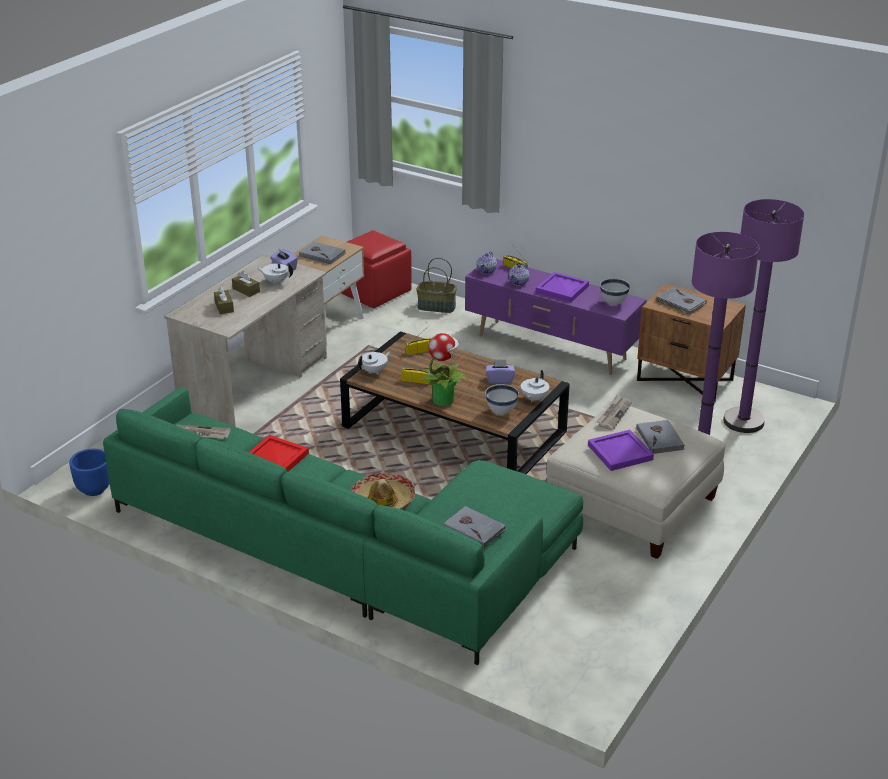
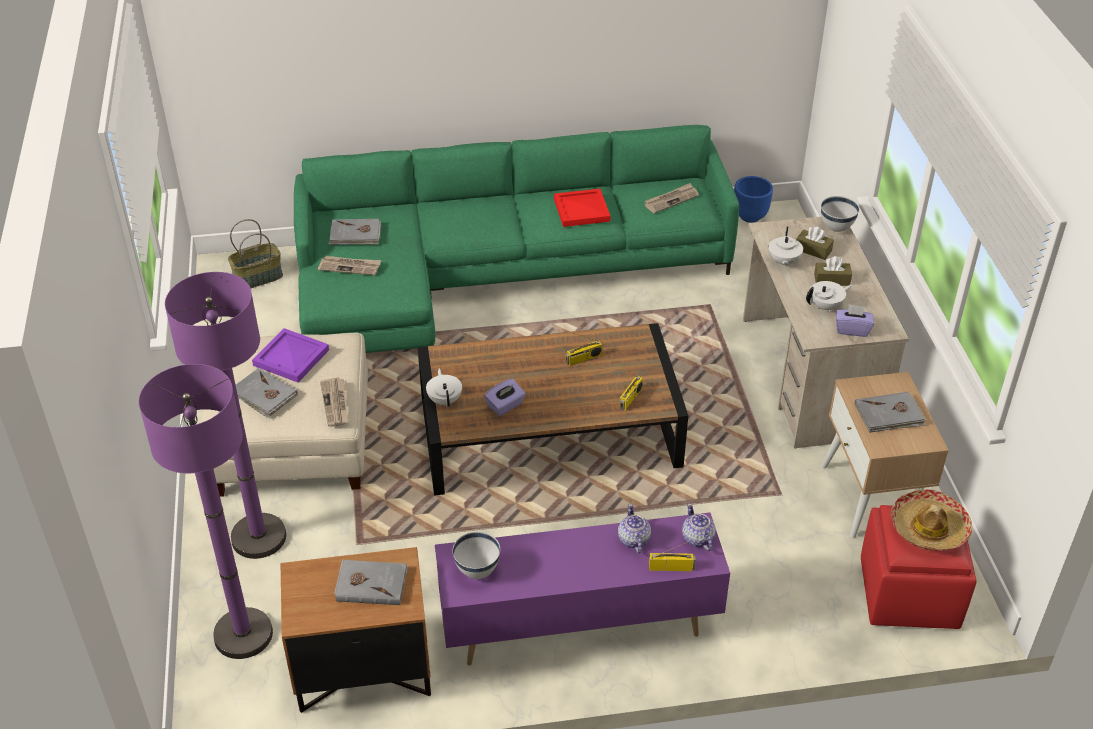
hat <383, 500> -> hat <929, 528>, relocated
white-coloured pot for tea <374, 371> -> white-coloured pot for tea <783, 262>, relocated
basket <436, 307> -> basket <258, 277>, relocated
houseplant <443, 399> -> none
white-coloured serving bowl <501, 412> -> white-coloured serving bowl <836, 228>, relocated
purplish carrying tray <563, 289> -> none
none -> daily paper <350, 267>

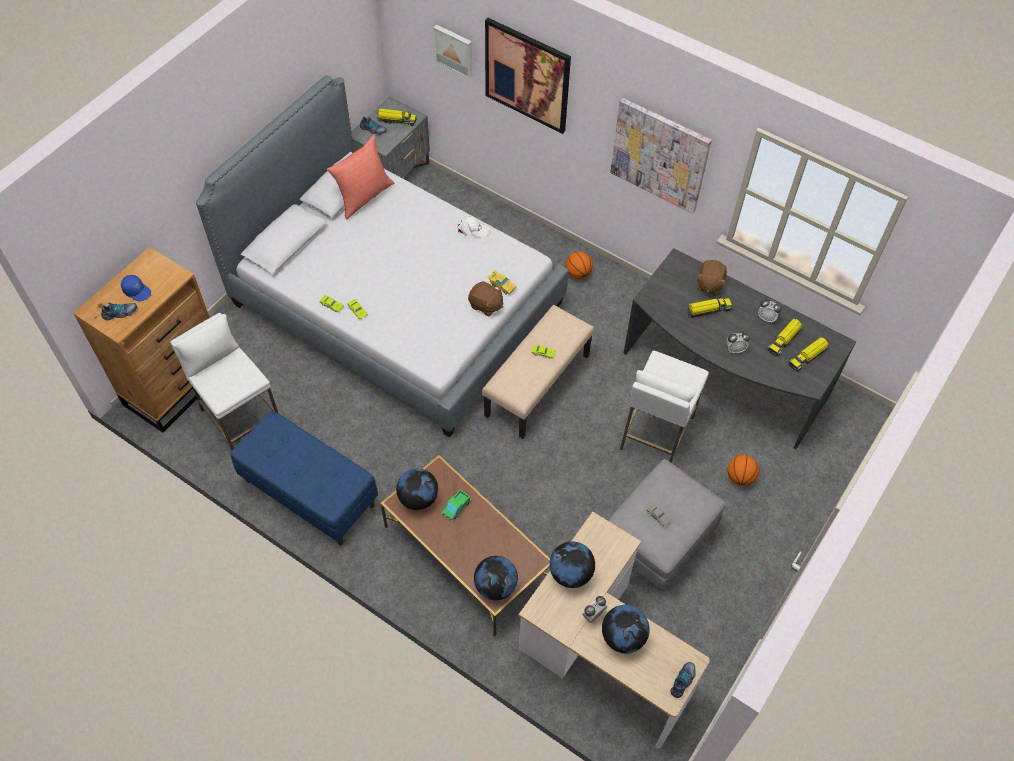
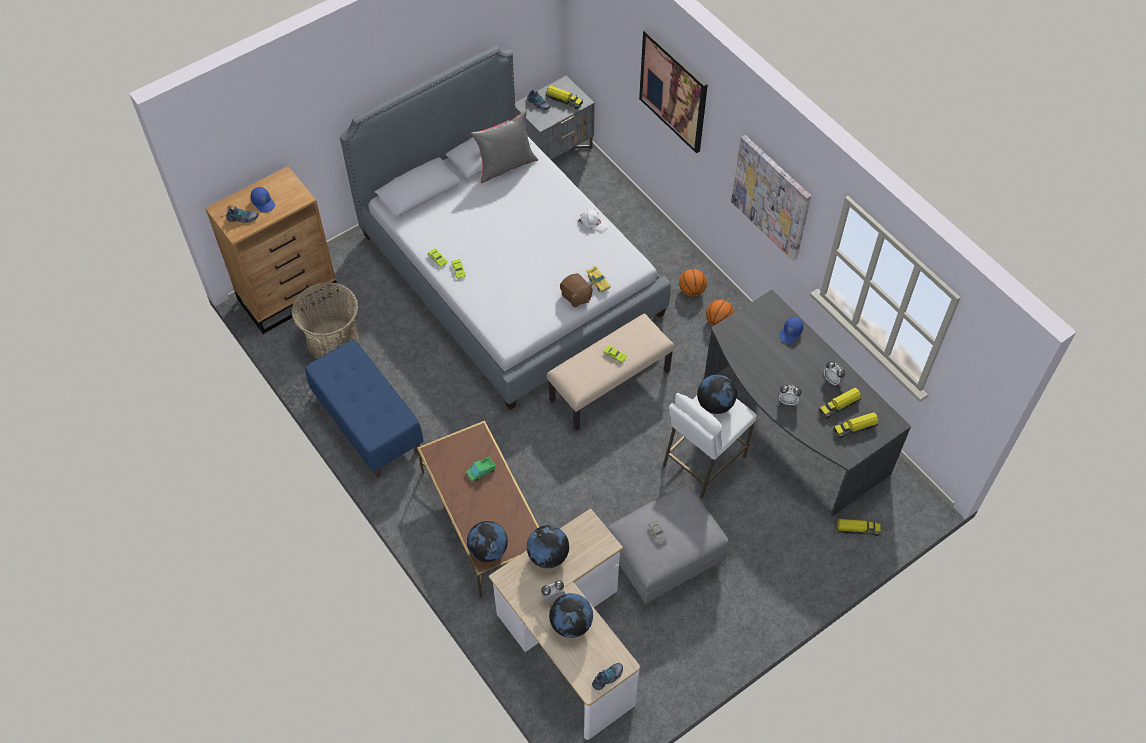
white-coloured sitting stool <240, 418> -> basket <333, 340>
reddish throw pillow <364, 196> -> gray throw pillow <505, 165>
desk globe <418, 498> -> desk globe <715, 404>, relocated
wall picture <454, 50> -> none
toy truck <708, 310> -> toy truck <856, 529>, relocated
brown cuddly toy <709, 284> -> bluish cap <791, 333>
ball for basketball <740, 477> -> ball for basketball <718, 321>, relocated

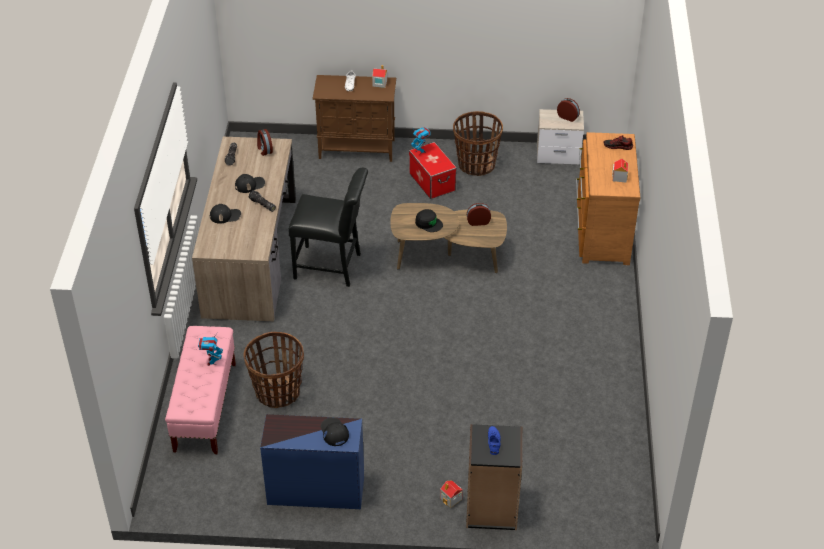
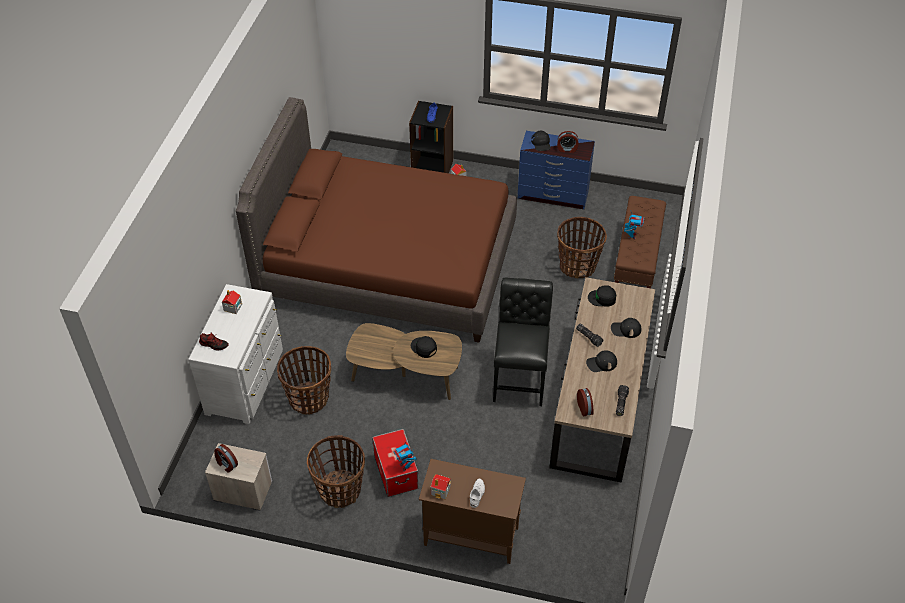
pink-coloured bench <205, 407> -> brown bench <636, 262>
black upright chair <331, 267> -> black upright chair <520, 378>, 75 degrees clockwise
bedside clock <478, 221> -> bedside clock <567, 149>, relocated
brown dresser <601, 232> -> white-coloured dresser <247, 381>
none -> brown bedroom bed <388, 265>
none -> basket <309, 398>
none -> black cap <602, 298>

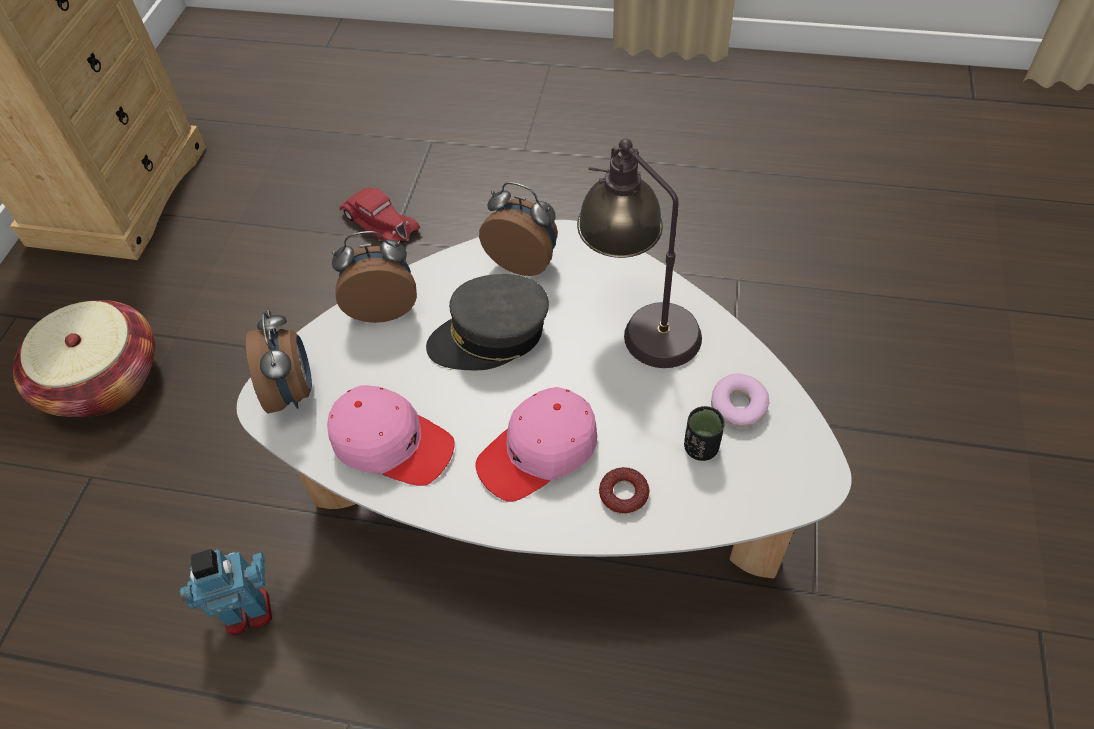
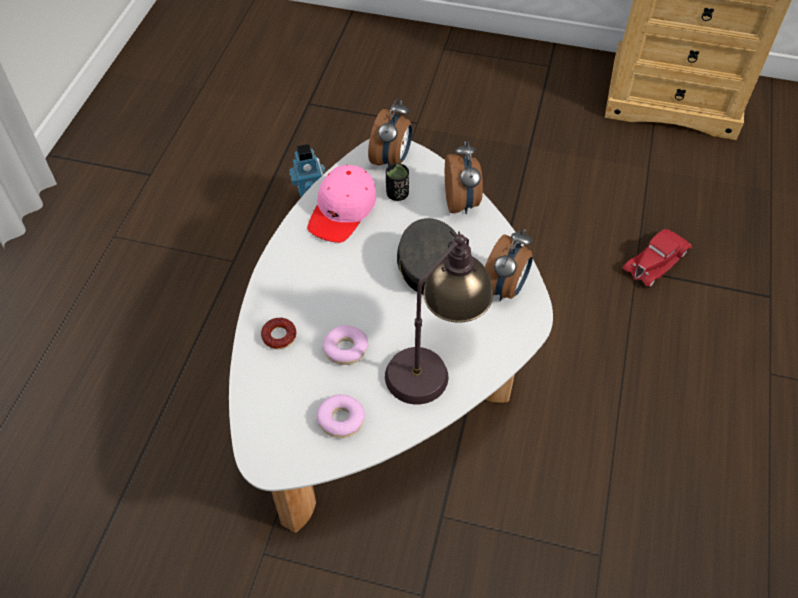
basket <103, 379> -> none
bedside clock <293, 391> -> bedside clock <392, 160>, 60 degrees counterclockwise
pink-coloured cap <539, 452> -> none
black drinking cup <701, 448> -> black drinking cup <397, 194>, relocated
none -> doughnut <345, 349>

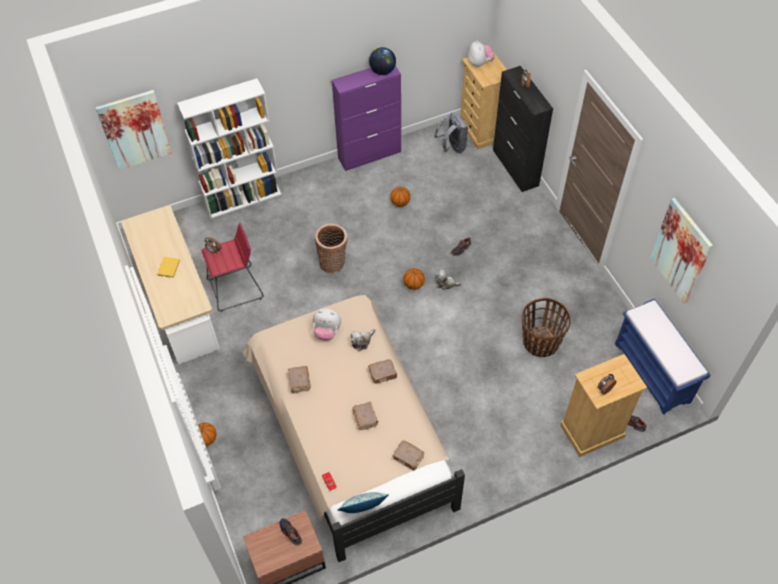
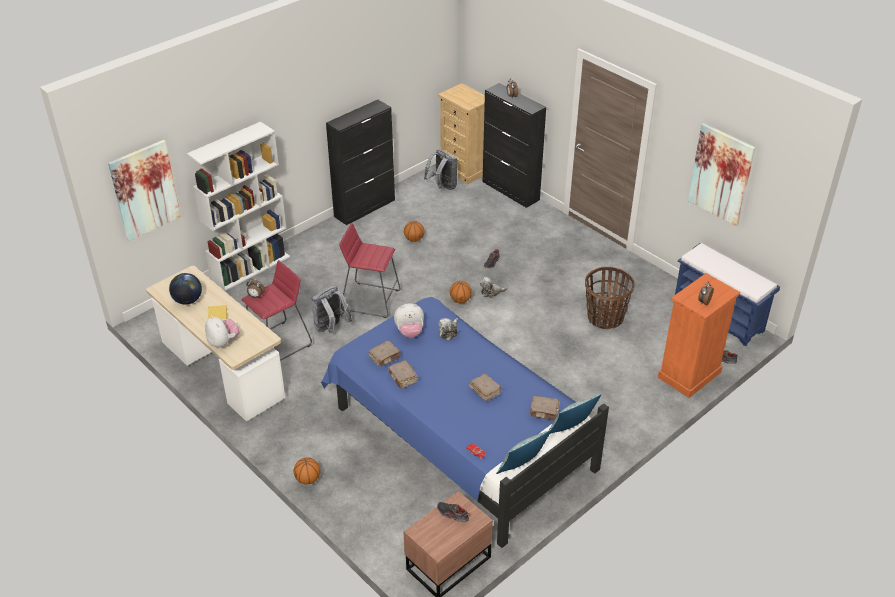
beige bedroom bed <351, 430> -> bluish bedroom bed <458, 432>
basket <333, 262> -> reddish sitting stool <371, 300>
purplish storage cabinet <370, 155> -> black storage cabinet <365, 208>
brown bound book <383, 374> -> brown bound book <385, 357>, relocated
desk globe <382, 71> -> desk globe <187, 300>, relocated
cuddly toy <480, 63> -> cuddly toy <223, 342>, relocated
beige dresser <591, 431> -> orange dresser <689, 375>
none -> gray rucksack <331, 328>
none -> throw pillow <571, 430>

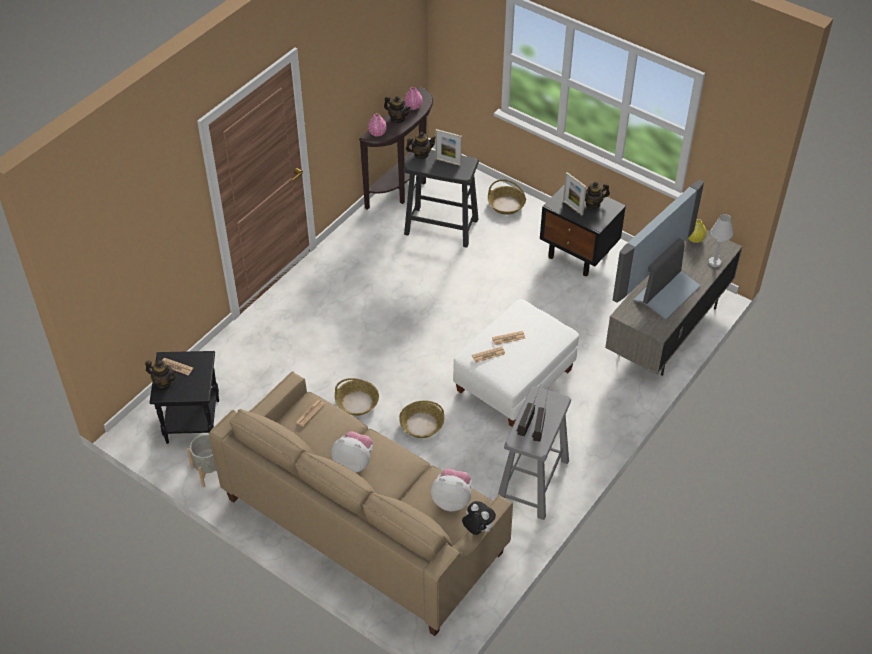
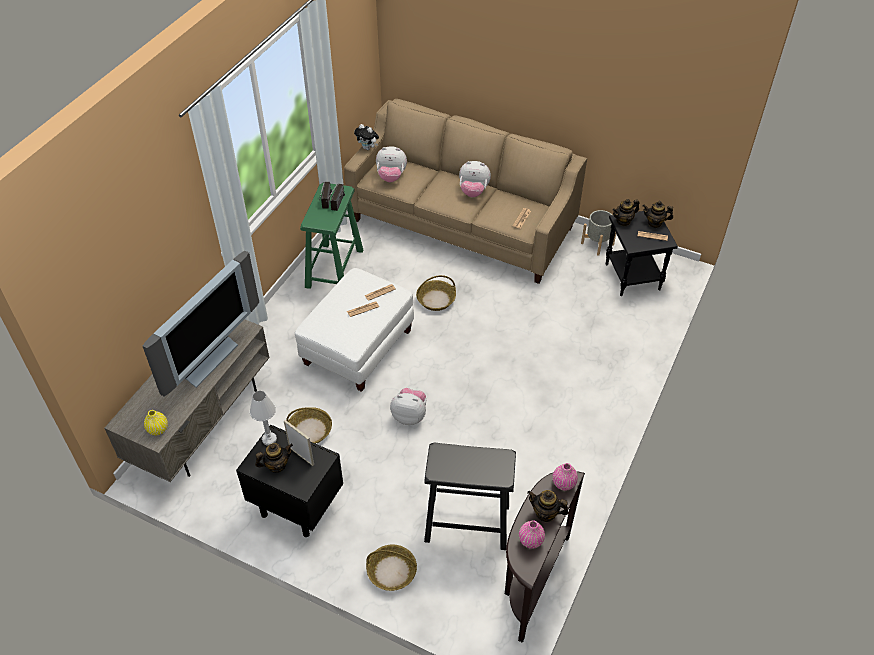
basket <357, 402> -> basket <310, 430>, relocated
pot for tea <421, 154> -> pot for tea <623, 221>, relocated
standing frame <448, 162> -> none
gray sitting stool <532, 482> -> green-coloured sitting stool <334, 268>
white-coloured lamp for a table <714, 262> -> white-coloured lamp for a table <269, 439>, relocated
none -> cuddly toy <409, 415>

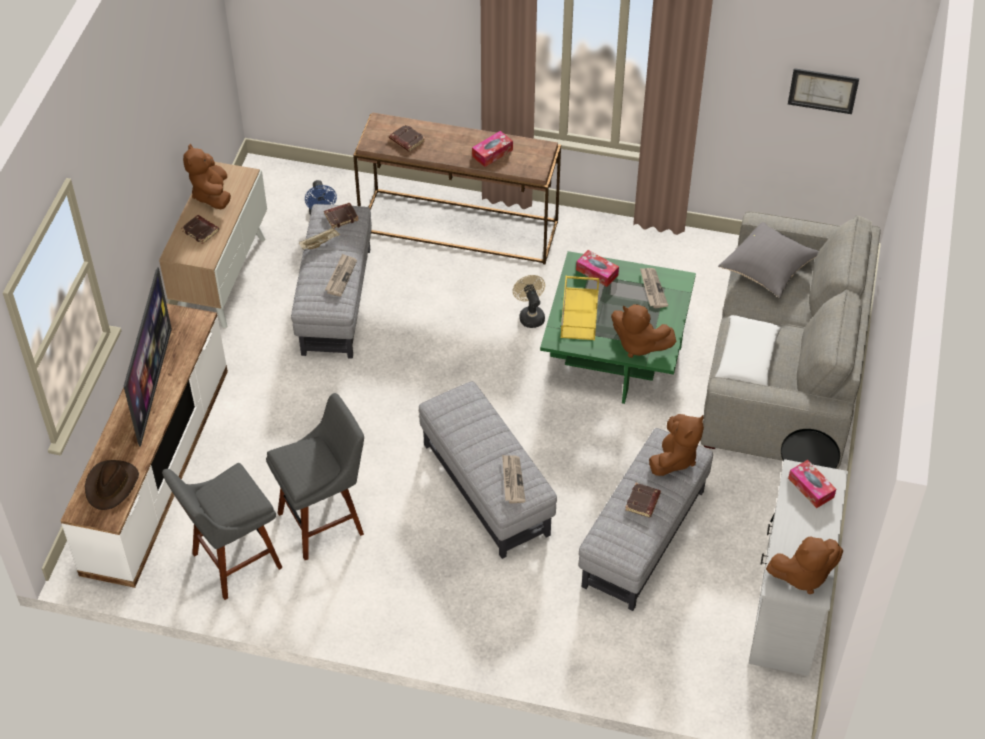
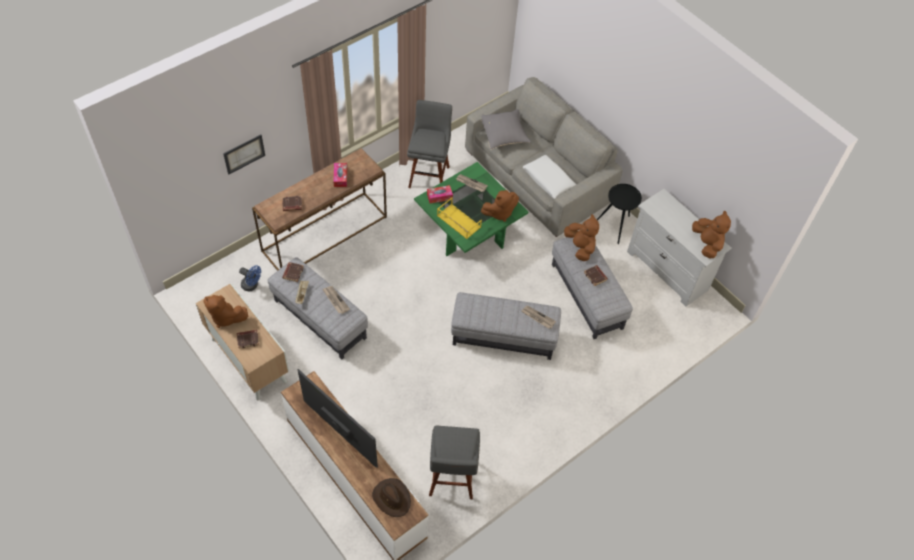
gray sitting stool <325, 521> -> gray sitting stool <429, 175>, relocated
beige cooling fan <530, 315> -> none
brown cuddly toy <803, 575> -> brown cuddly toy <707, 244>, 45 degrees counterclockwise
wall picture <823, 90> -> wall picture <244, 154>, relocated
box of tissues <811, 488> -> none

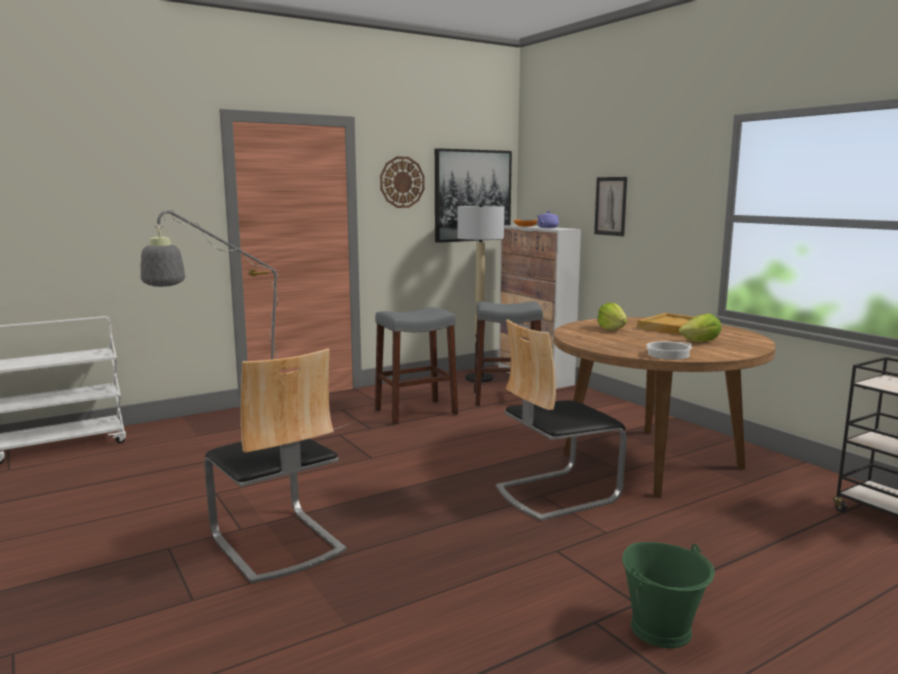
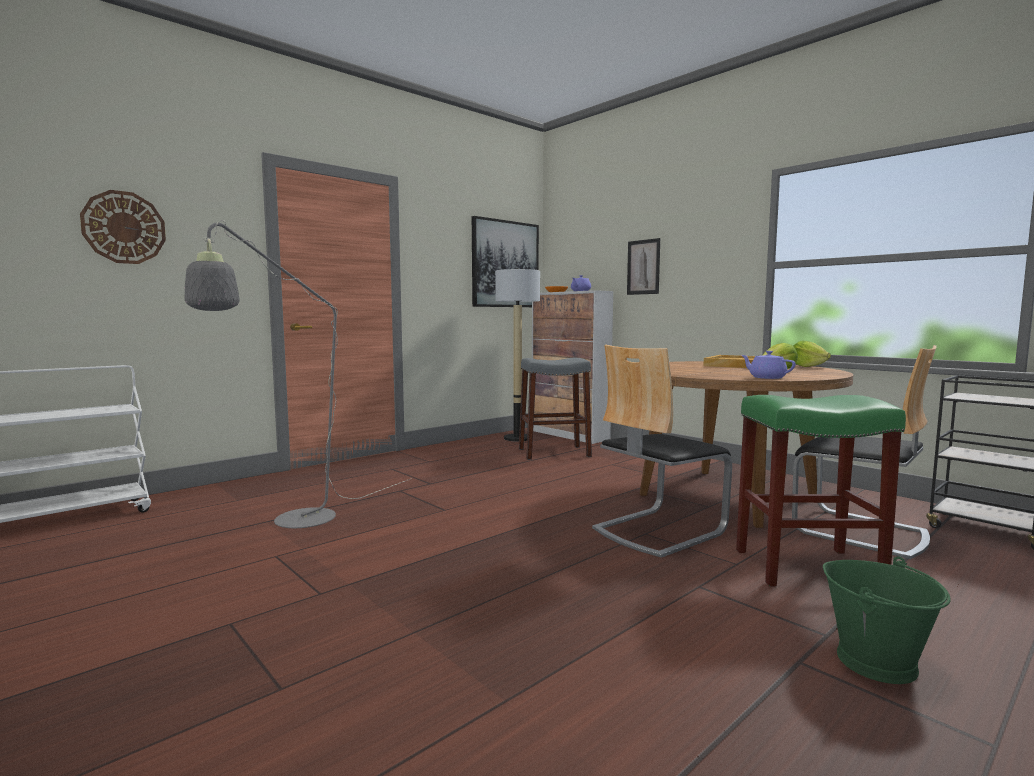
upright chair <276, 543> -> upright chair <860, 531>, relocated
gray sitting stool <416, 412> -> none
clock on the wall <402, 182> -> clock on the wall <124, 227>, relocated
lettuce head <612, 329> -> lettuce head <807, 366>, relocated
cooking pot <668, 355> -> purplish pot for tea <766, 377>
none -> green-coloured sitting stool <805, 567>

